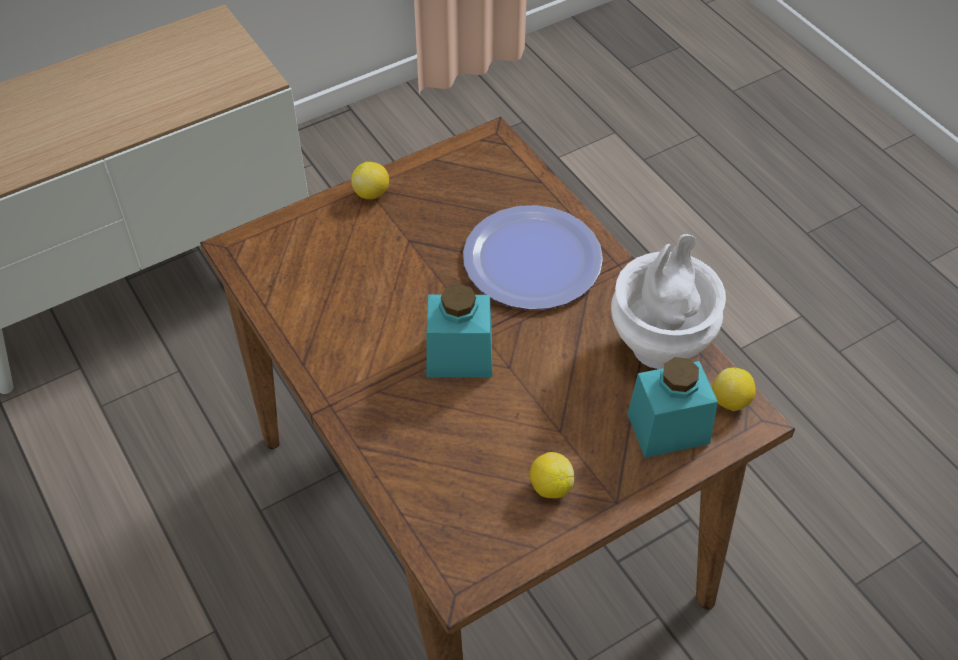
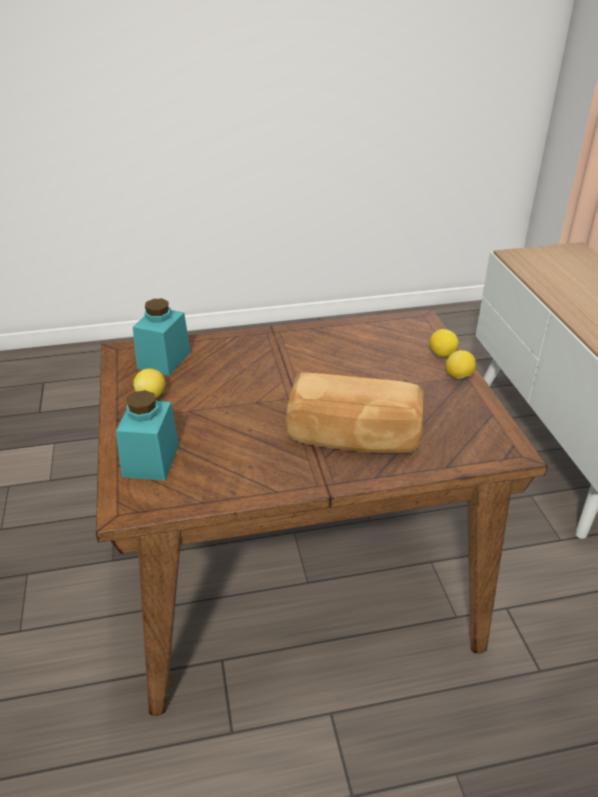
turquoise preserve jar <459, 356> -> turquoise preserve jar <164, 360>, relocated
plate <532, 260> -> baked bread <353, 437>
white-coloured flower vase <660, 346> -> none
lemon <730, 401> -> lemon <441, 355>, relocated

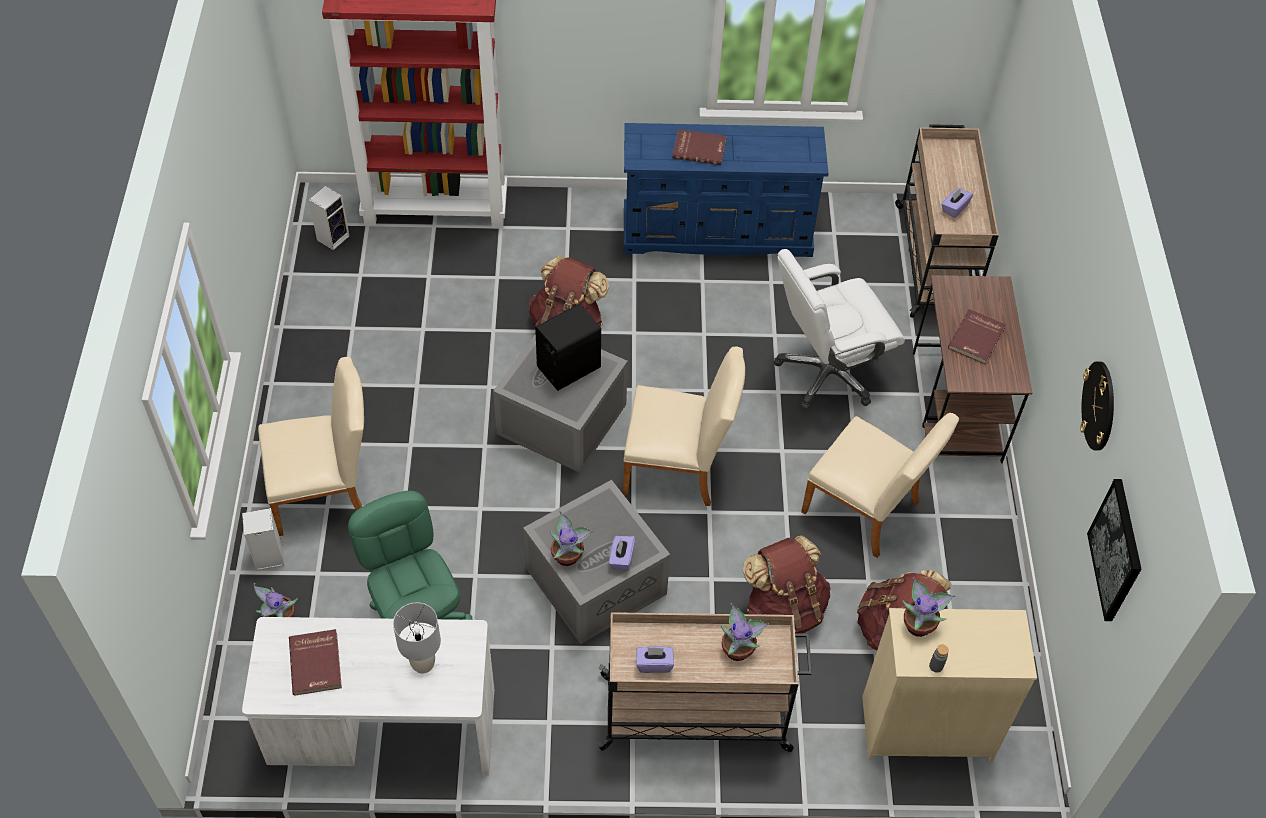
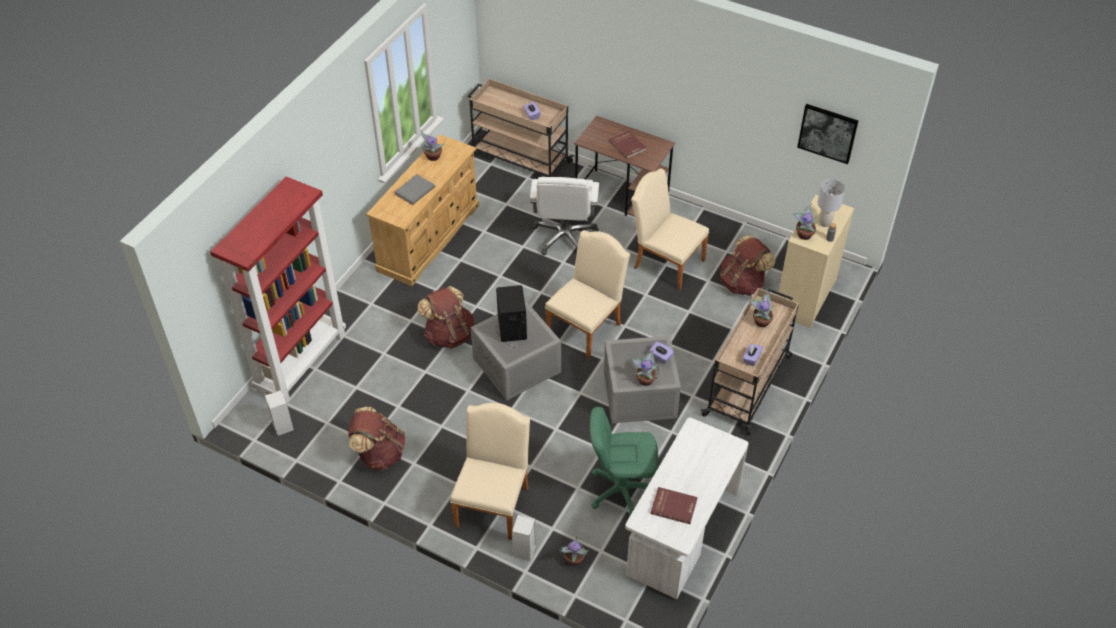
gray lamp for a table <423, 664> -> gray lamp for a table <825, 223>, relocated
bluish dresser <718, 232> -> beige dresser <429, 237>
reddish bound book <699, 148> -> gray bound book <414, 190>
brown rucksack <784, 609> -> brown rucksack <379, 454>, relocated
beige upright chair <867, 511> -> beige upright chair <665, 261>, 120 degrees counterclockwise
clock on the wall <1099, 405> -> none
none -> houseplant <432, 157>

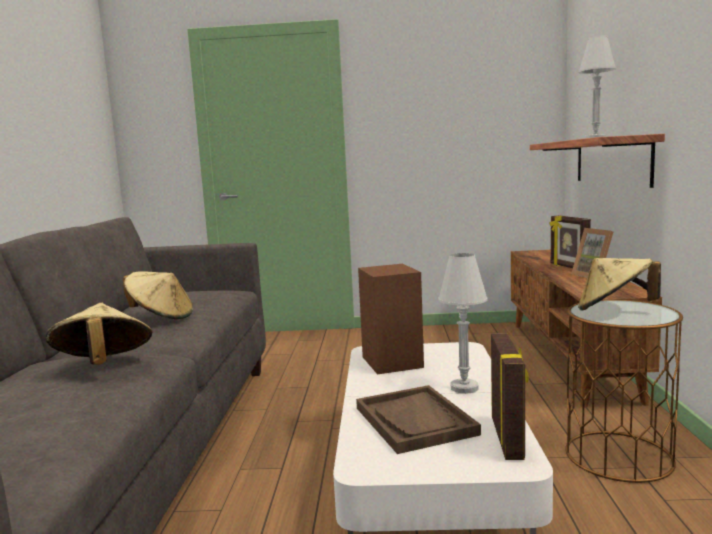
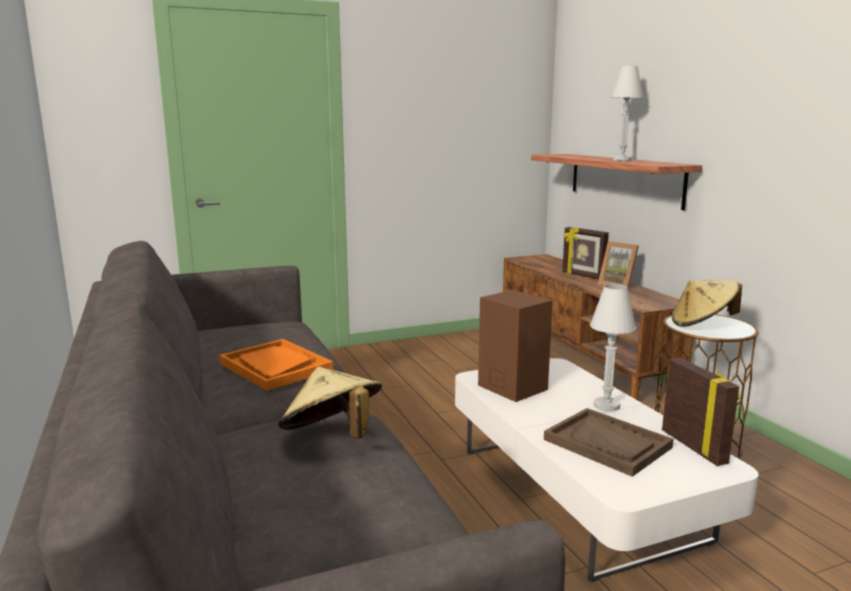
beige hat <161, 317> -> orange carrying tray <275, 367>

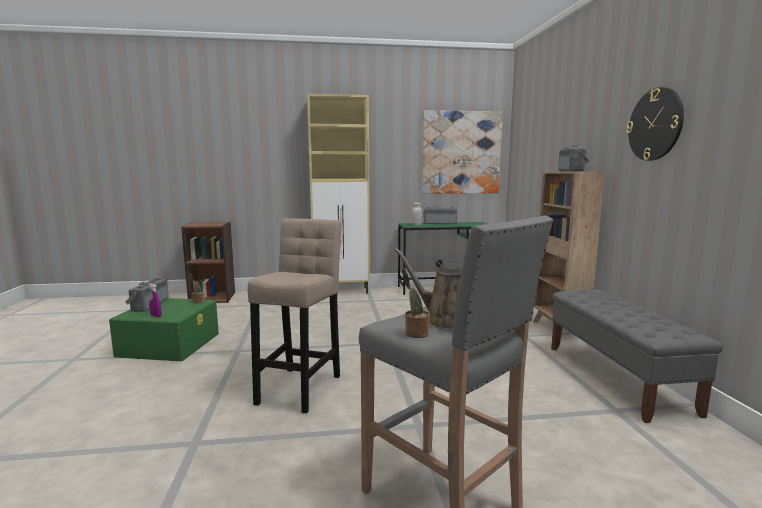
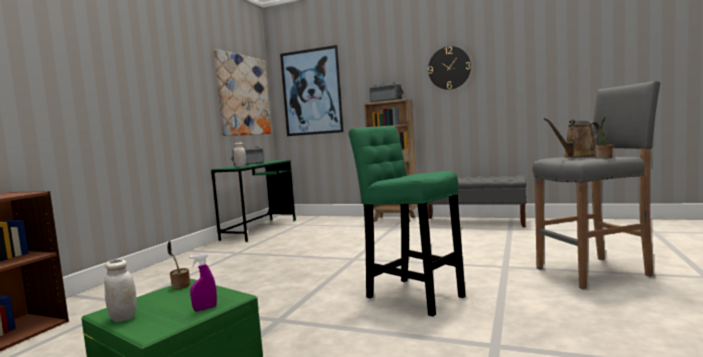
radio <148, 305> -> white-coloured preserve jar <123, 317>
beige sitting stool <301, 386> -> green-coloured sitting stool <411, 295>
beige storage cabinet <342, 291> -> none
none -> wall picture <311, 92>

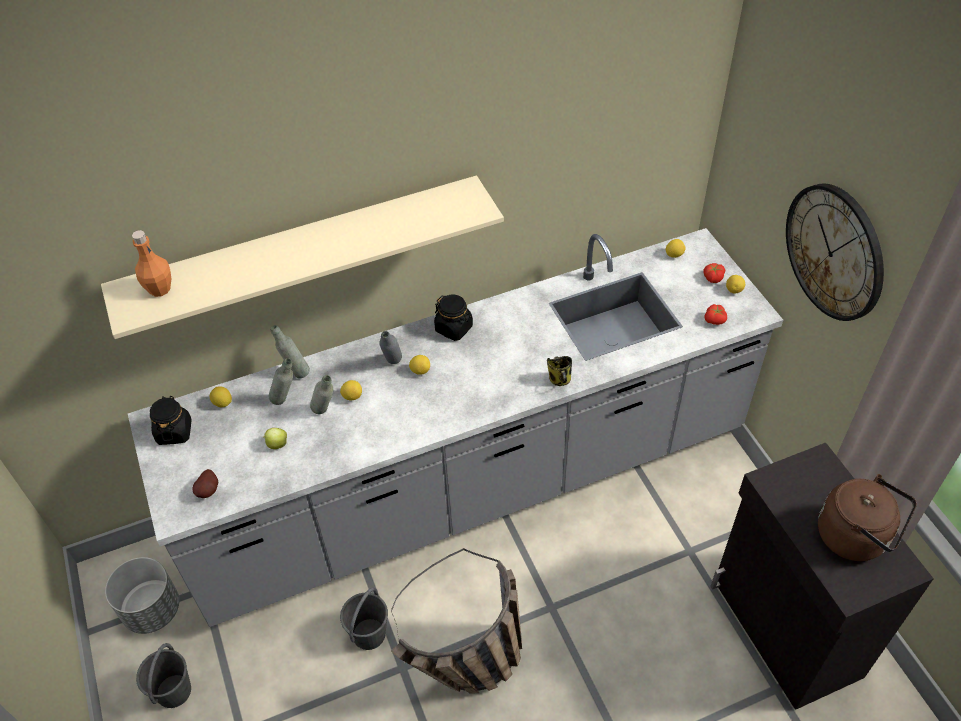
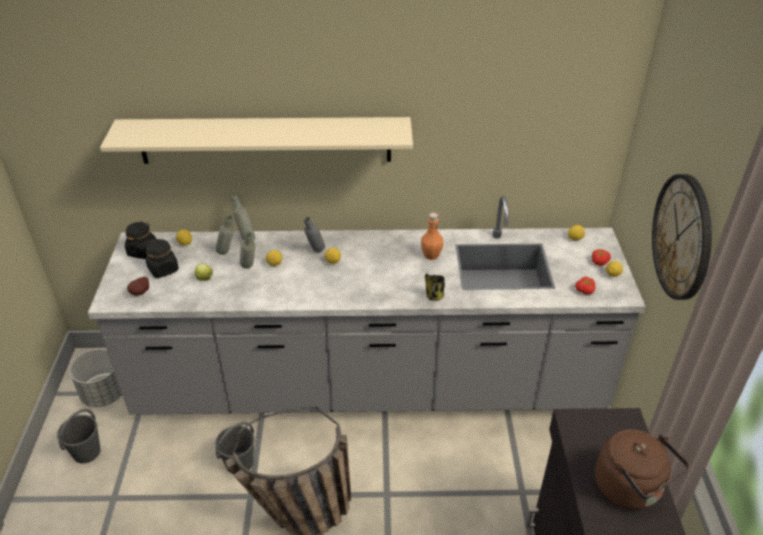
orange beverage bottle <160, 289> -> orange beverage bottle <431, 255>, relocated
black preserve jar <454, 328> -> black preserve jar <163, 269>, relocated

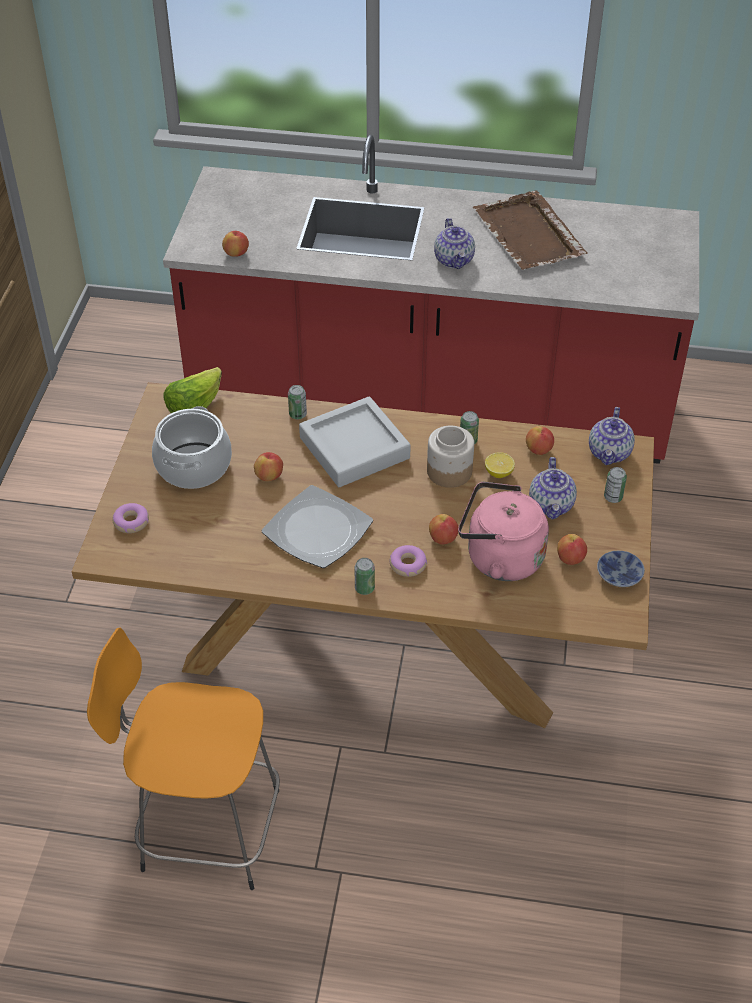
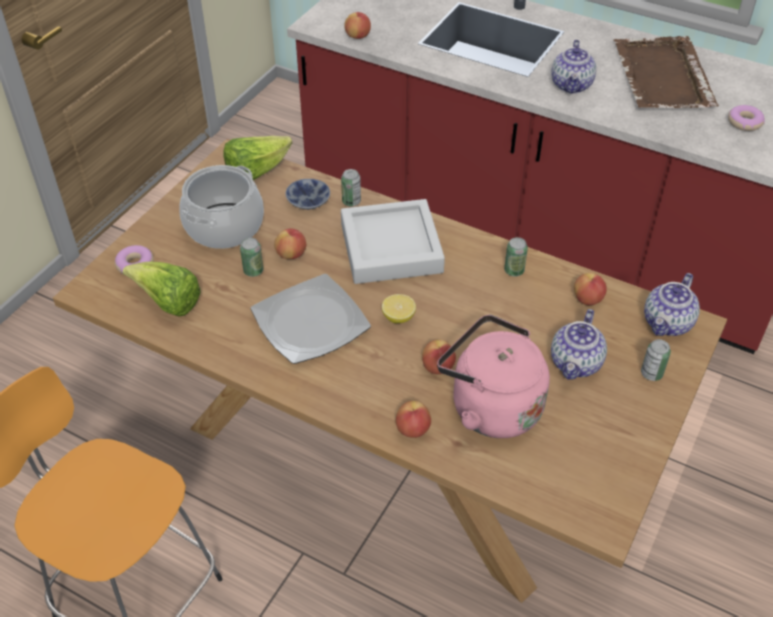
can <364, 588> -> can <253, 271>, relocated
doughnut <408, 565> -> doughnut <744, 123>, relocated
preserve jar <448, 471> -> none
lemon <499, 473> -> lemon <398, 317>, relocated
apple <570, 559> -> apple <413, 429>, relocated
serving bowl <618, 576> -> serving bowl <306, 201>, relocated
none -> lettuce head <168, 302>

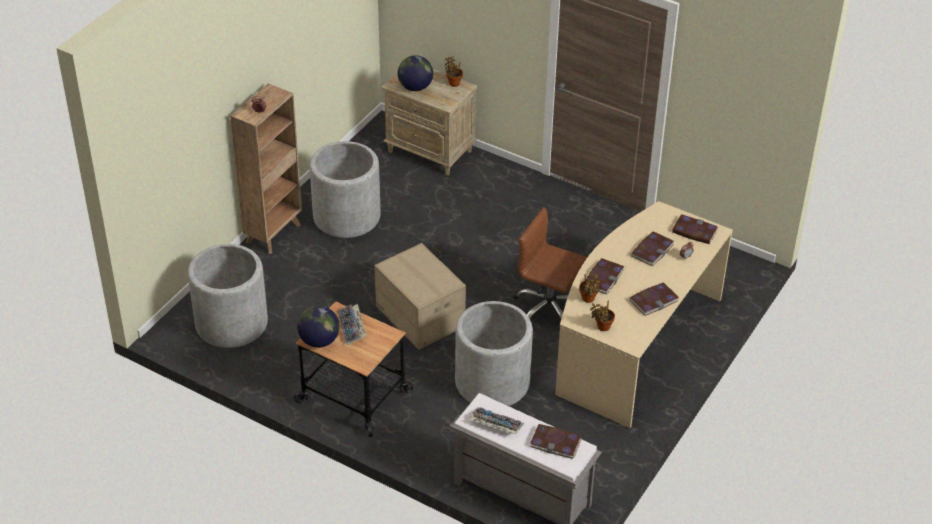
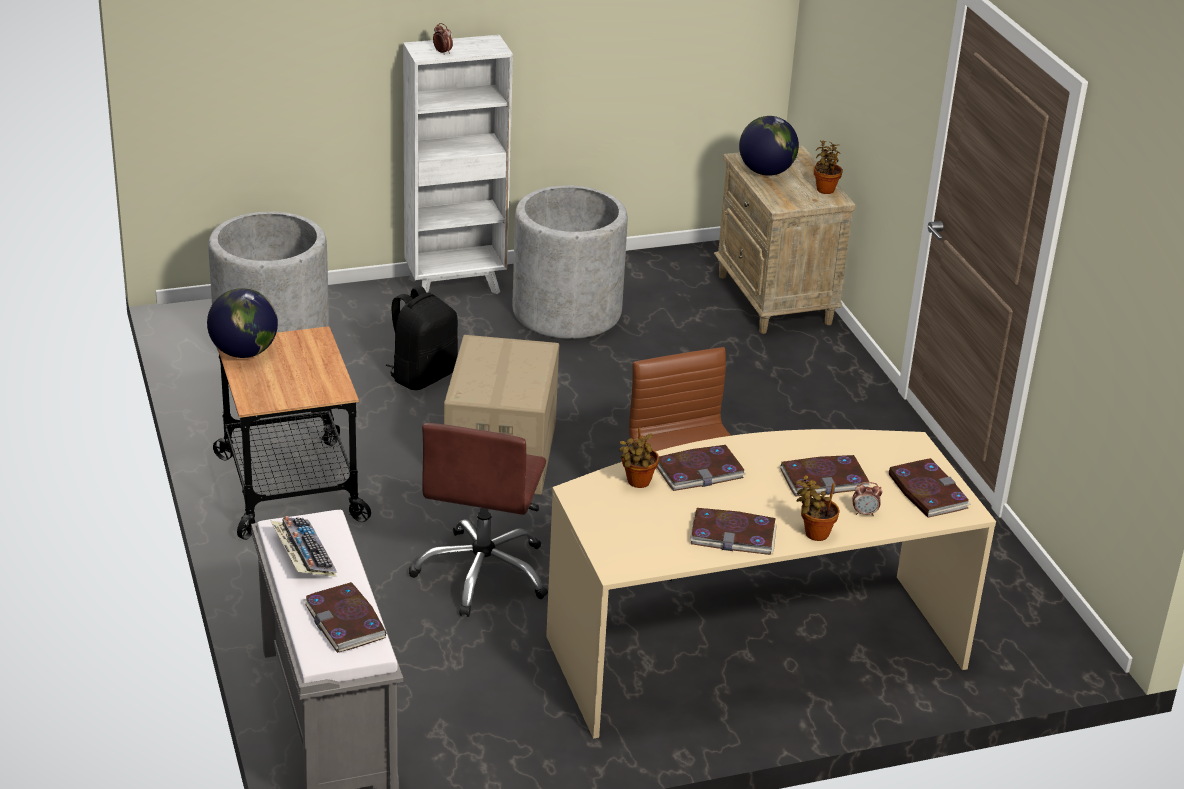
brown bookshelf <274, 233> -> white-coloured bookshelf <456, 286>
keyboard <352, 328> -> none
gray planter <492, 382> -> brown office chair <483, 573>
houseplant <602, 327> -> houseplant <814, 533>, relocated
none -> black rucksack <422, 376>

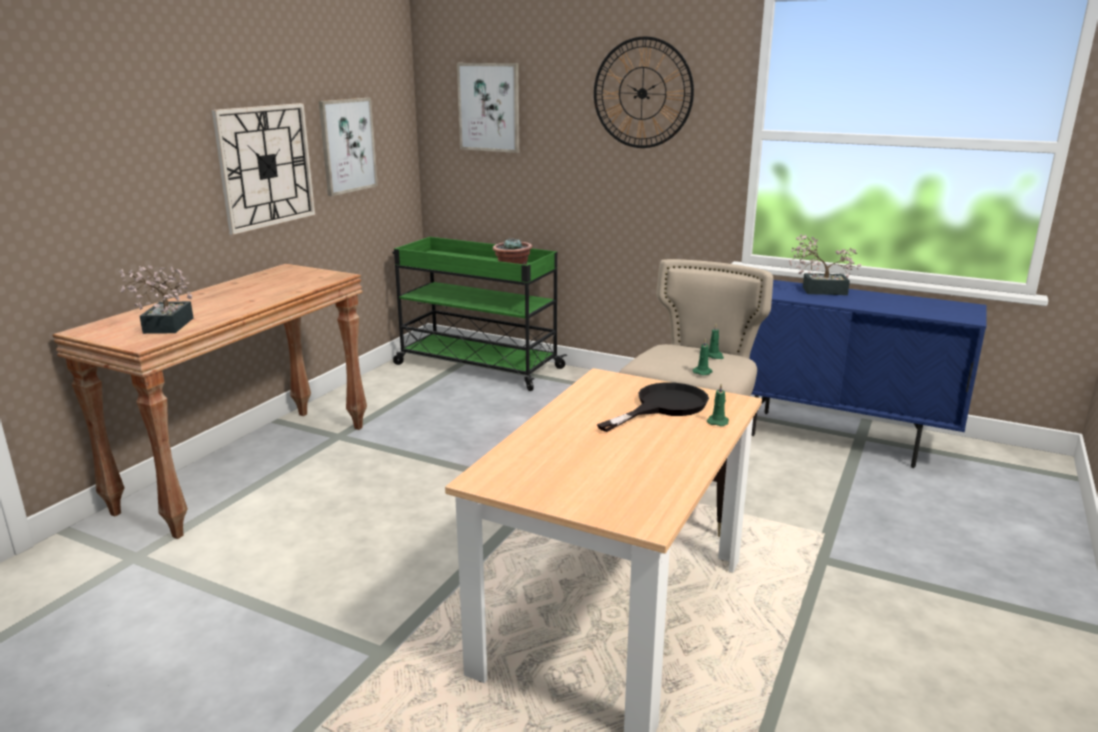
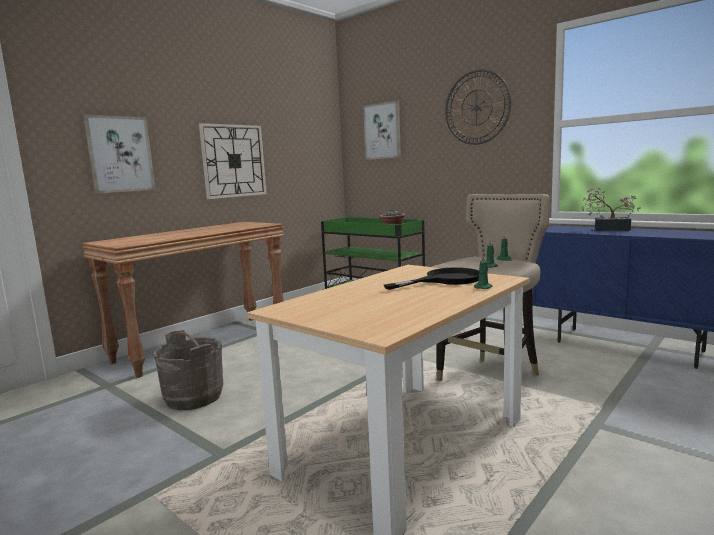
houseplant <165, 327> -> none
wall picture <347, 145> -> wall picture <120, 154>, relocated
none -> gray bucket <193, 397>

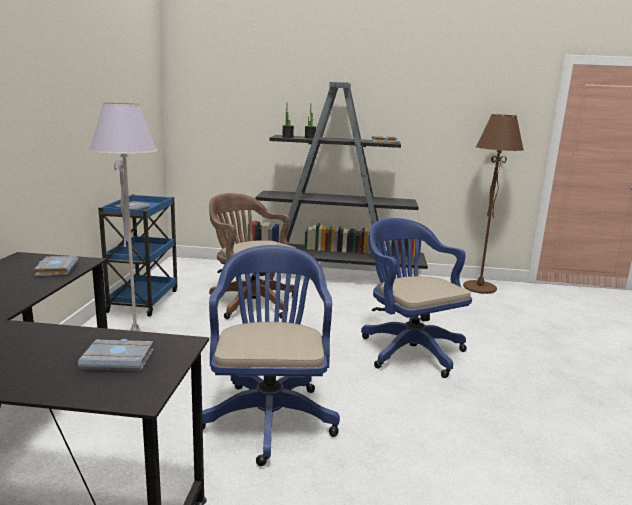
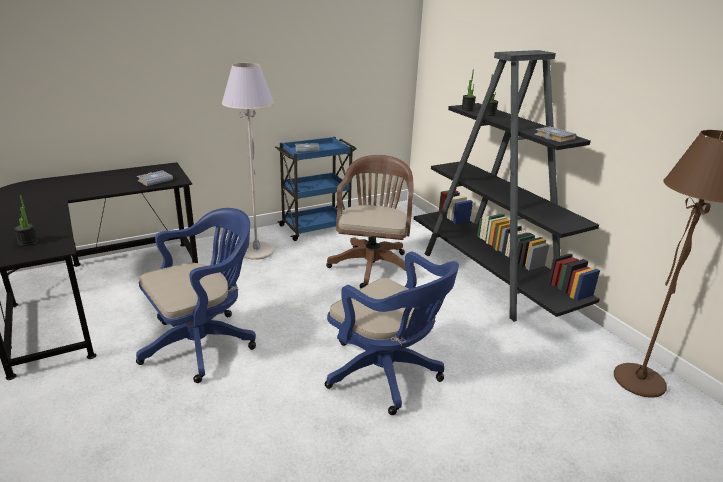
gray bound book <120, 359> -> houseplant <28, 242>
bluish office chair <408, 349> -> bluish office chair <387, 375>, 105 degrees clockwise

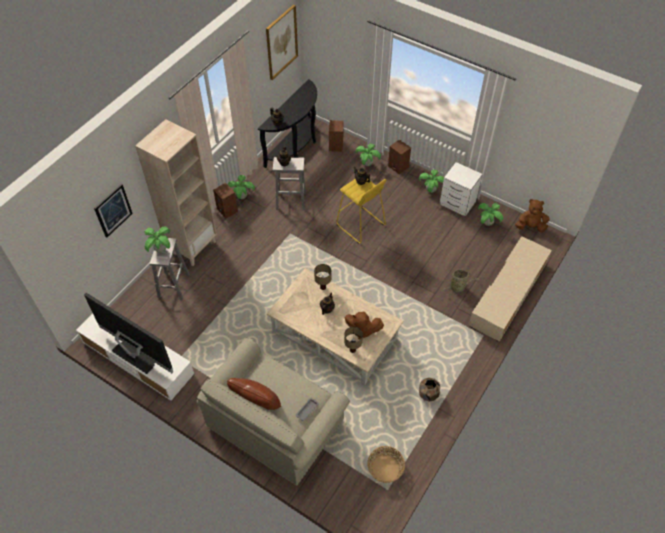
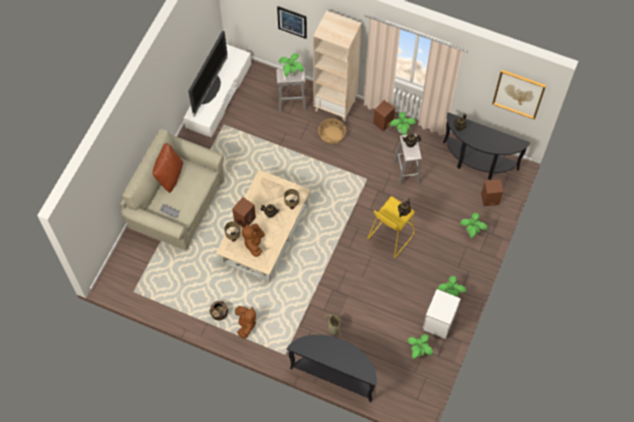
basket <385, 469> -> basket <331, 135>, relocated
brown speaker <397, 166> -> brown speaker <245, 218>, relocated
beige tv stand <508, 294> -> black narrow table <335, 374>
brown cuddly toy <530, 226> -> brown cuddly toy <245, 324>, relocated

